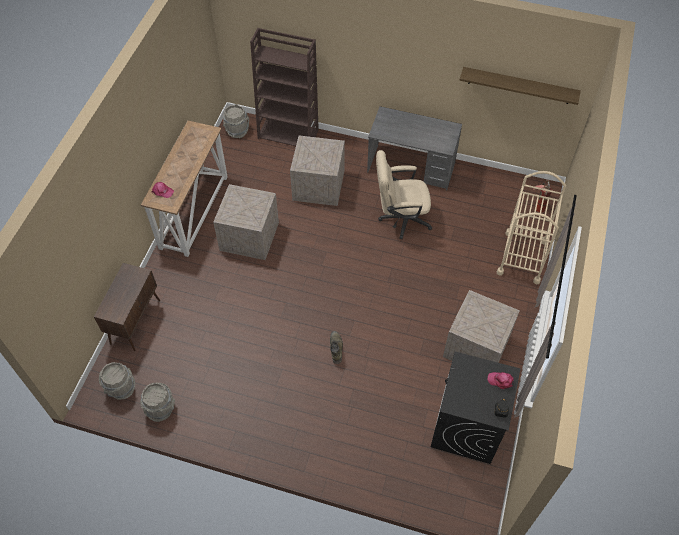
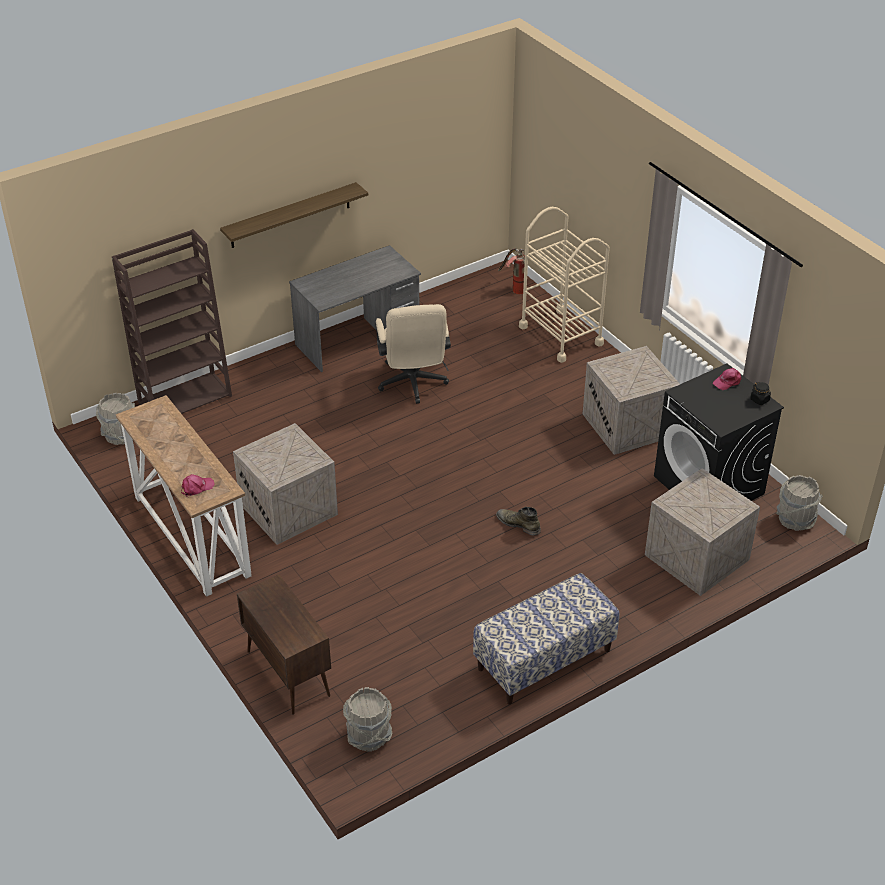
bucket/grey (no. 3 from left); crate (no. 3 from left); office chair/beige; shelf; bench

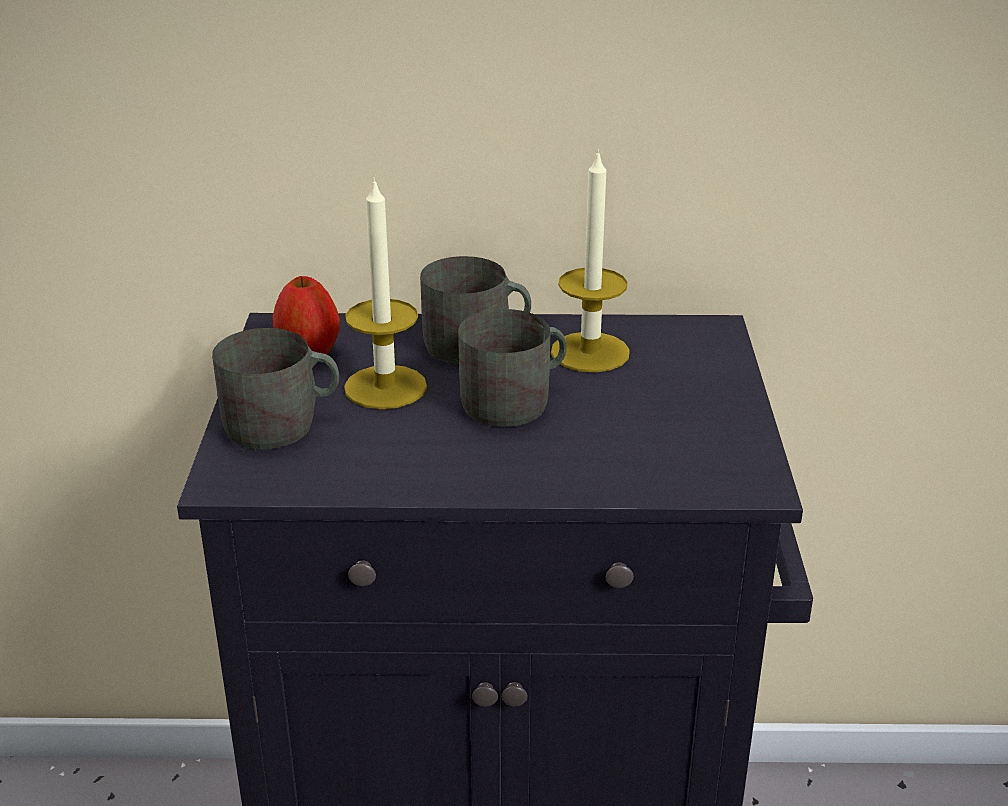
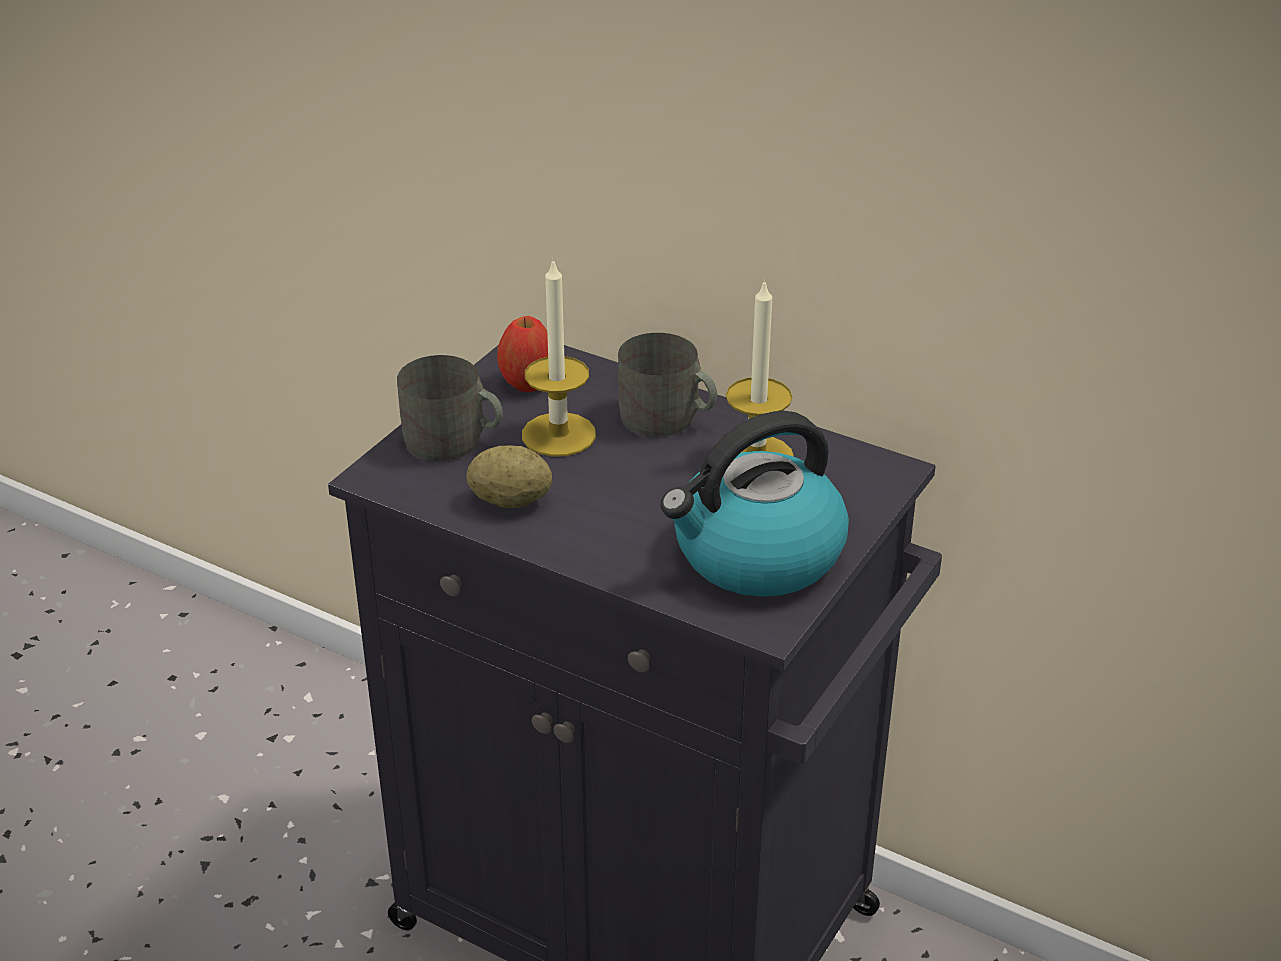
mug/grey (no. 3 from left in the first image); potato; kettle

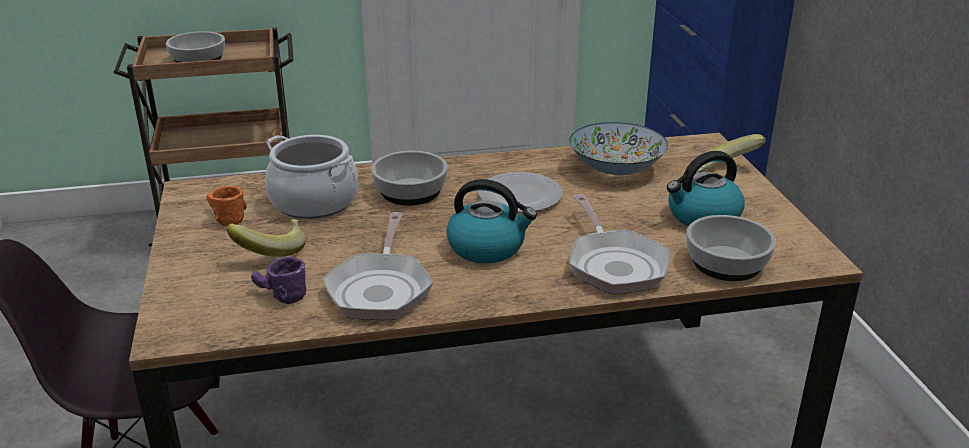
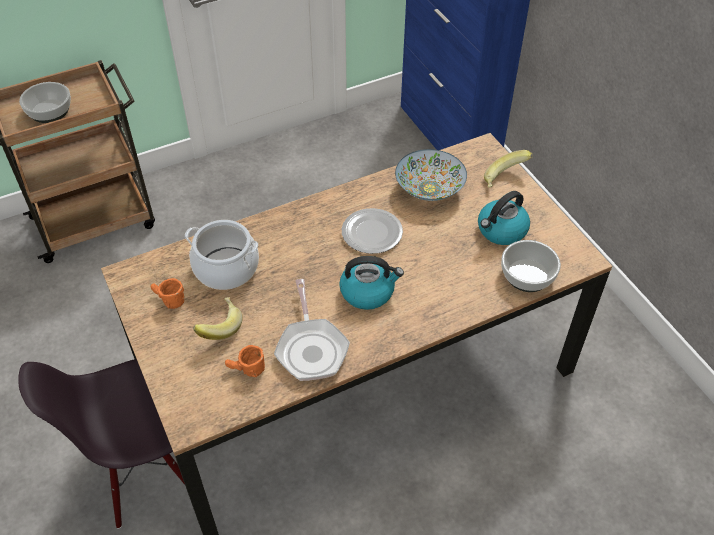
mug/orange (no. 2 from left); bowl (no. 2 from left in the first image); frying pan (no. 2 from left in the first image)

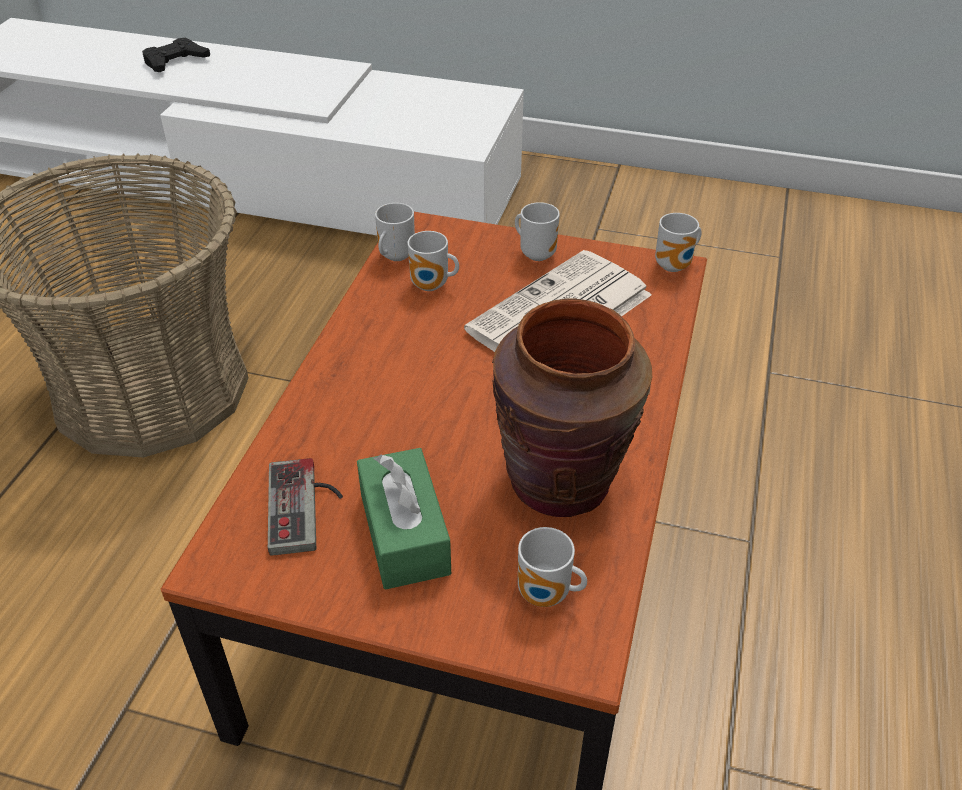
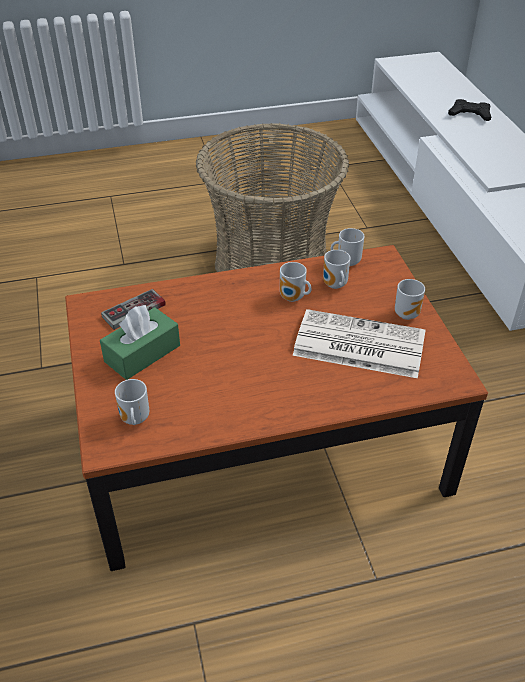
vase/brown; mug (no. 2 from left)

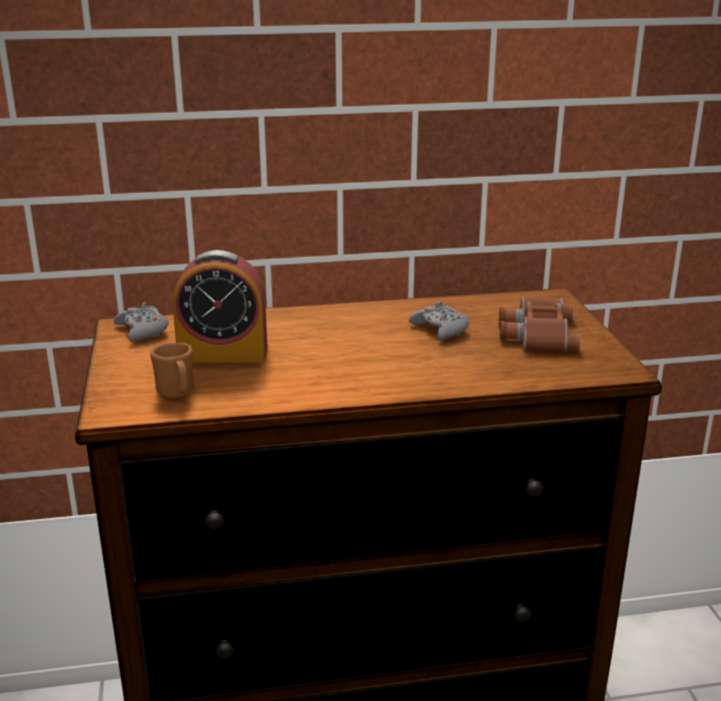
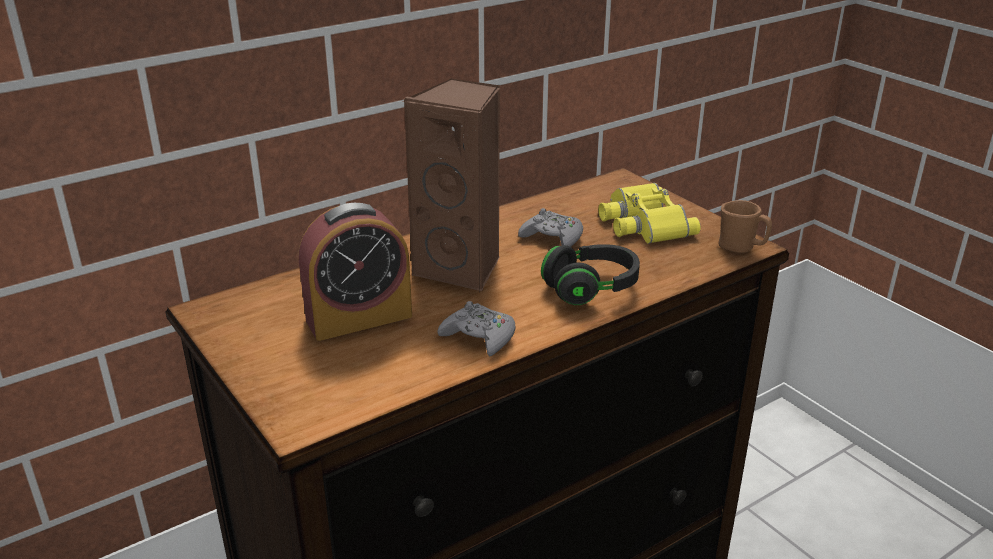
game controller/grey (no. 1 from left); mug/brown; binoculars/yellow; speaker/brown; headphones/black

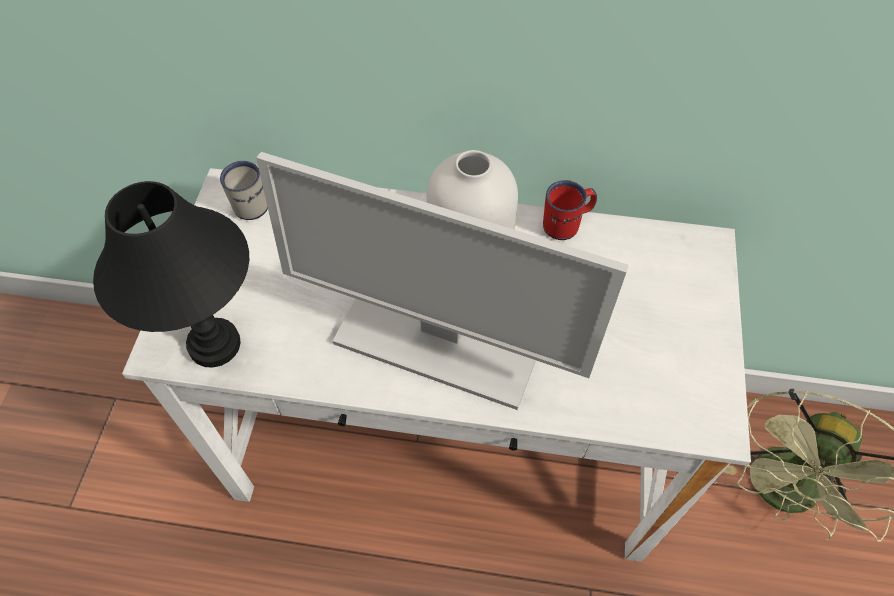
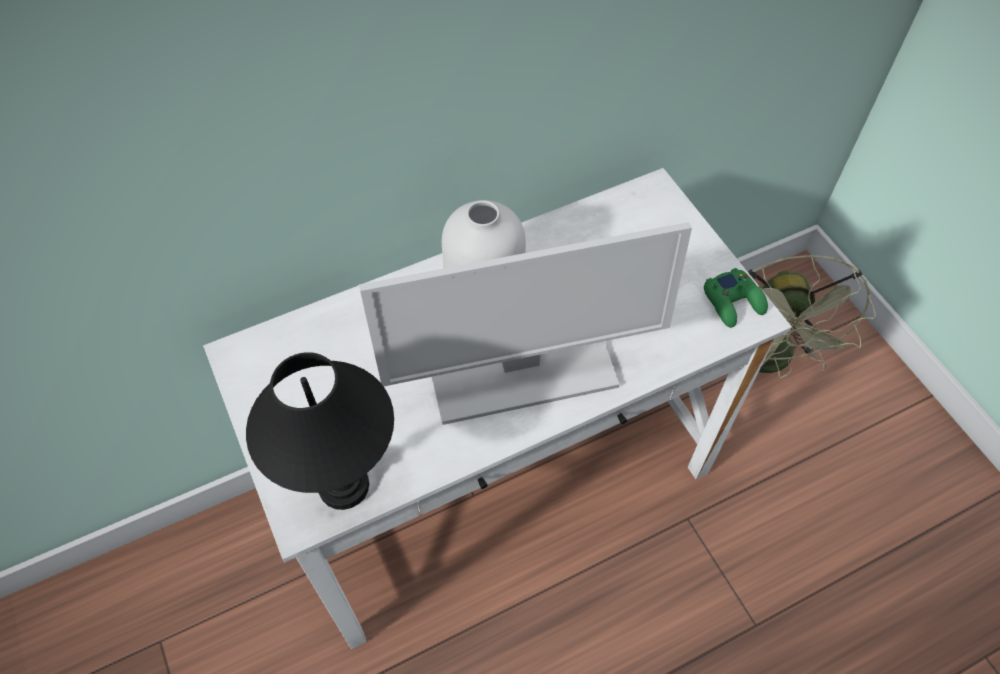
mug/white; mug/red; game controller/green

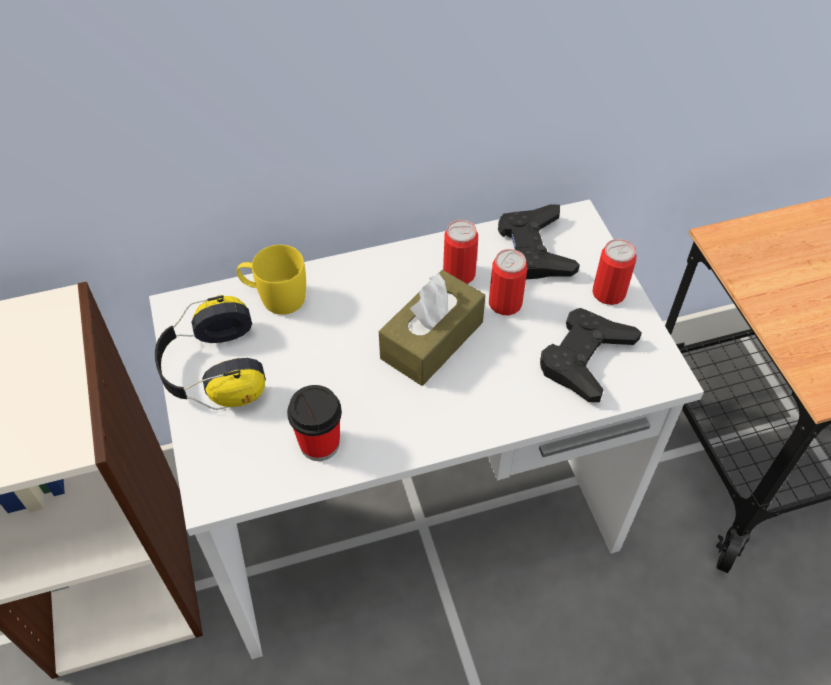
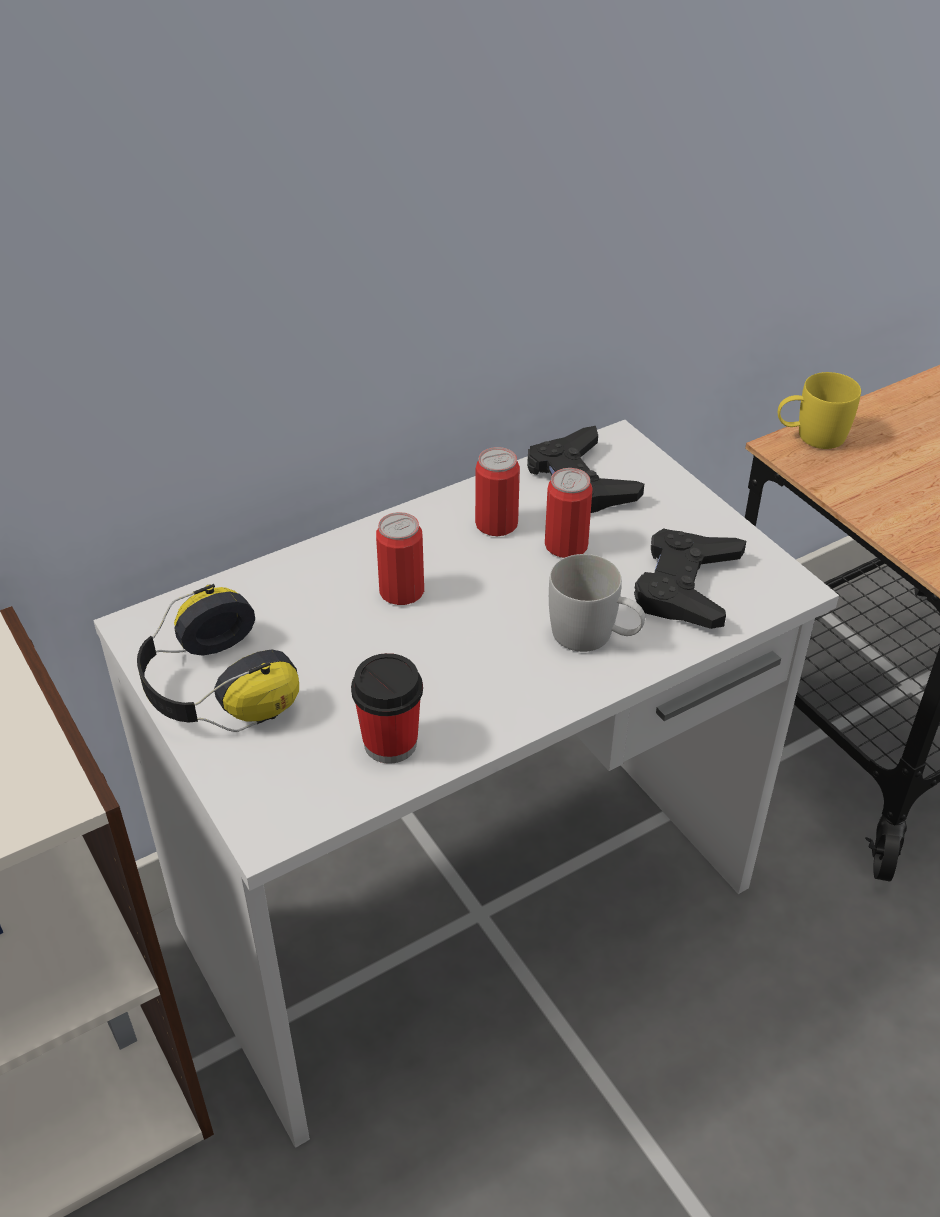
mug/yellow; tissue box/brown; can (no. 1 from left); mug/white

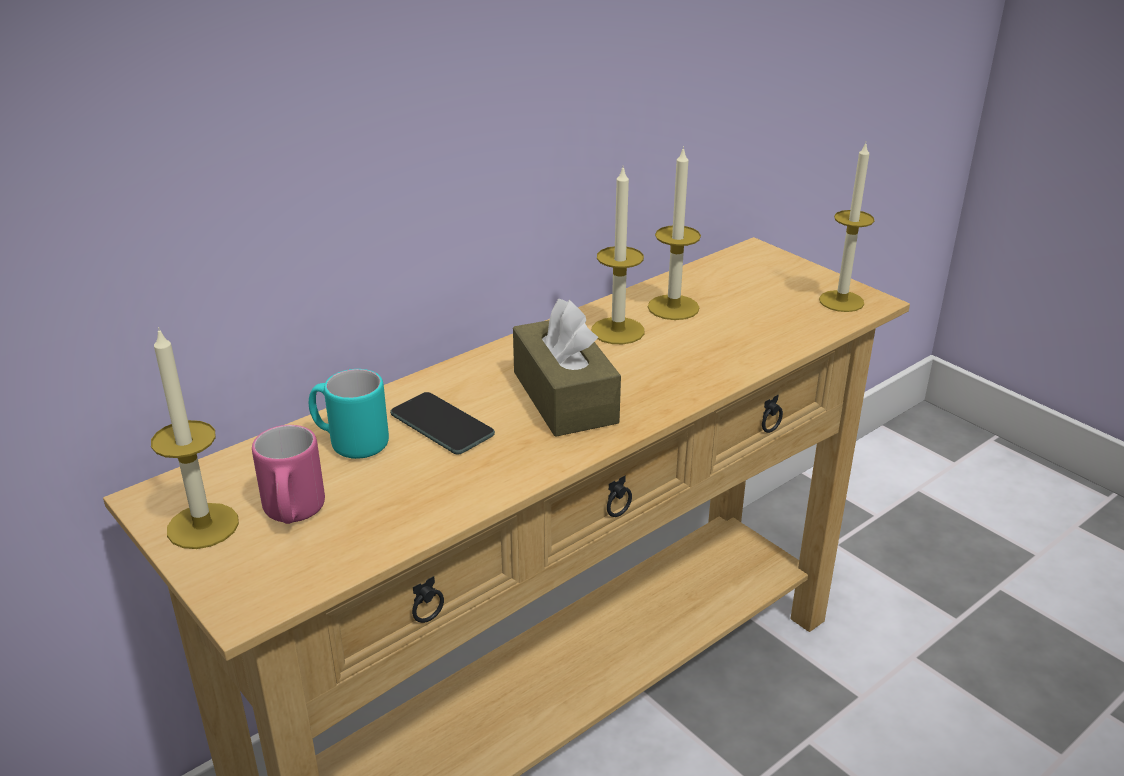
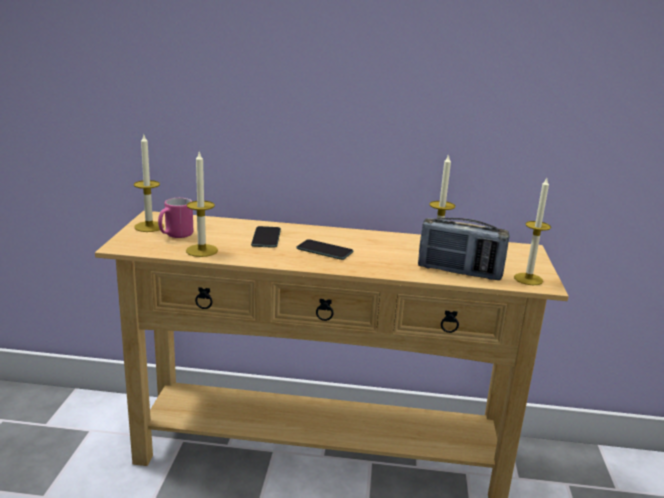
mug/turquoise; phone (no. 2 from left); candle (no. 2 from left); radio

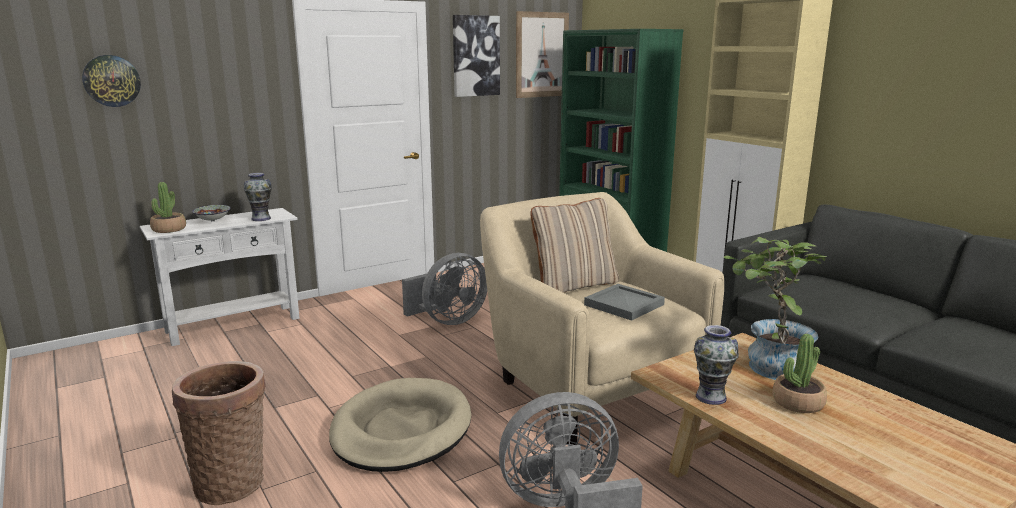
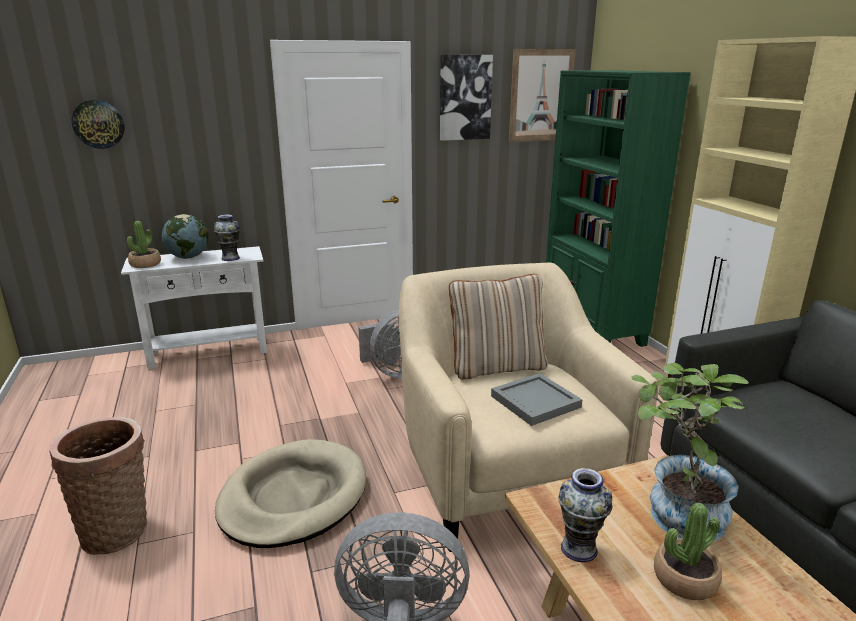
globe

